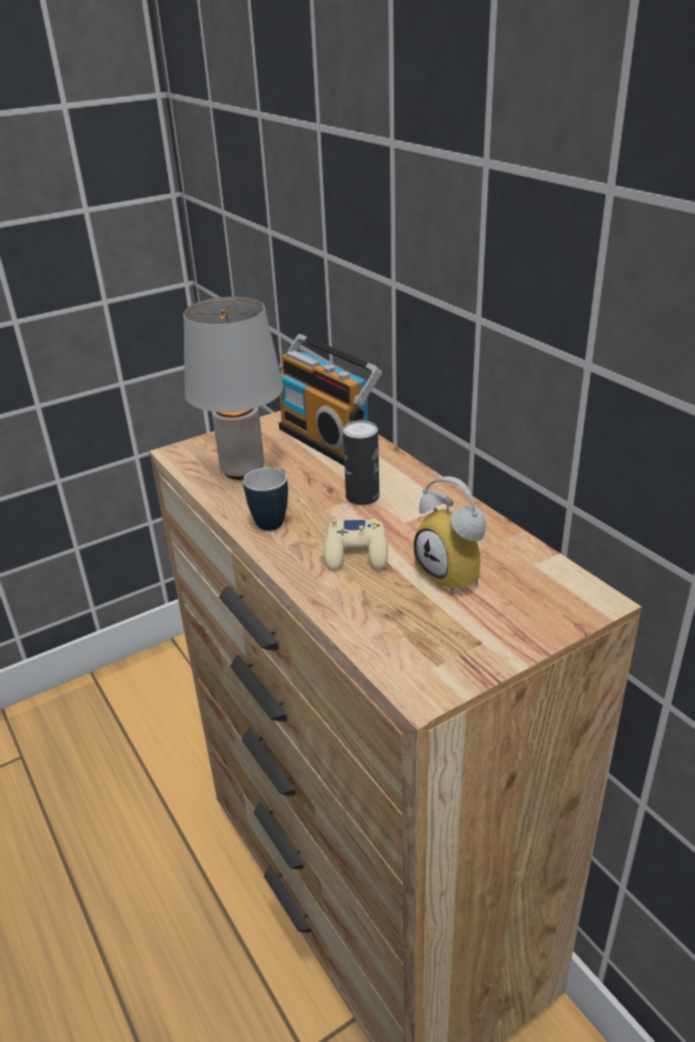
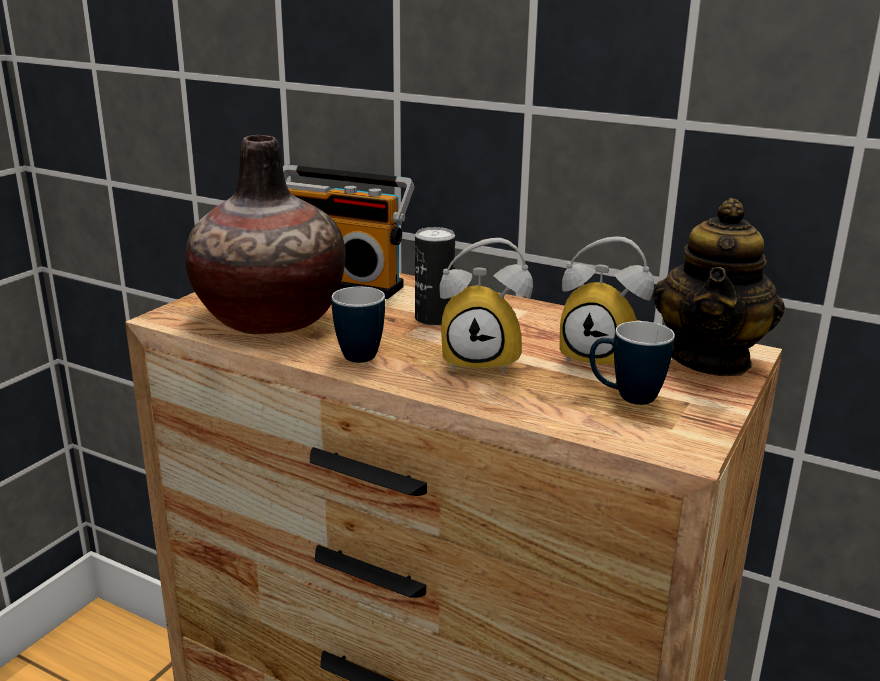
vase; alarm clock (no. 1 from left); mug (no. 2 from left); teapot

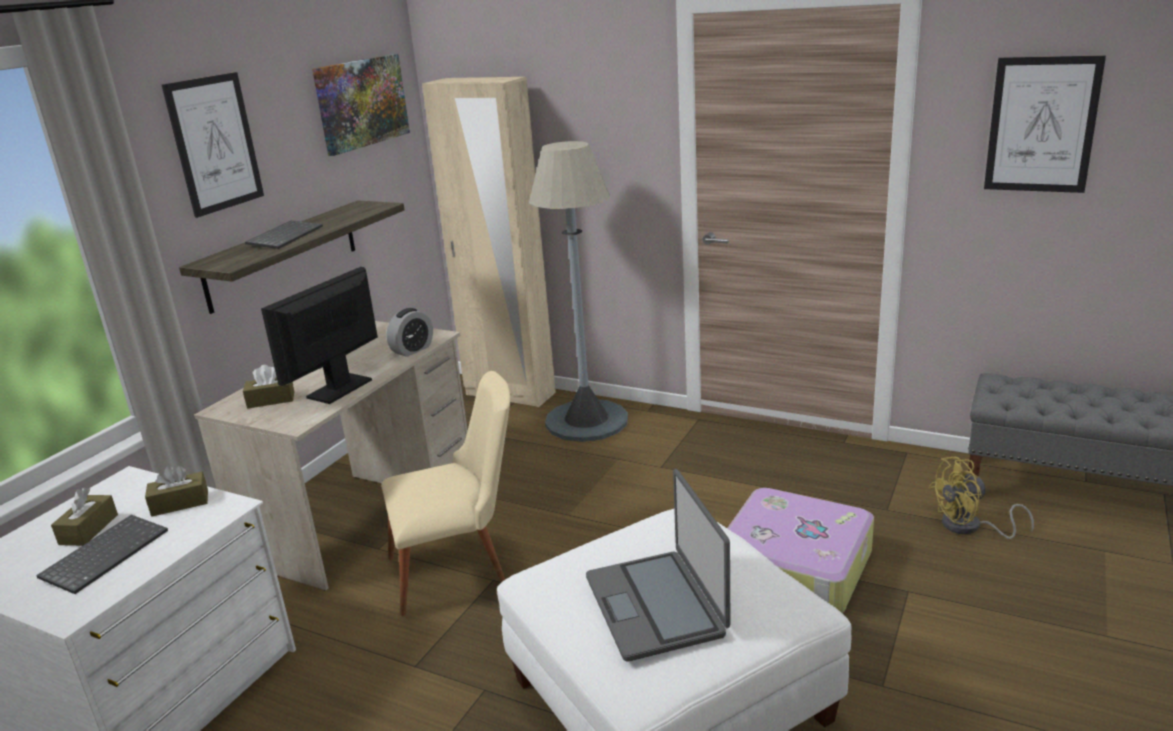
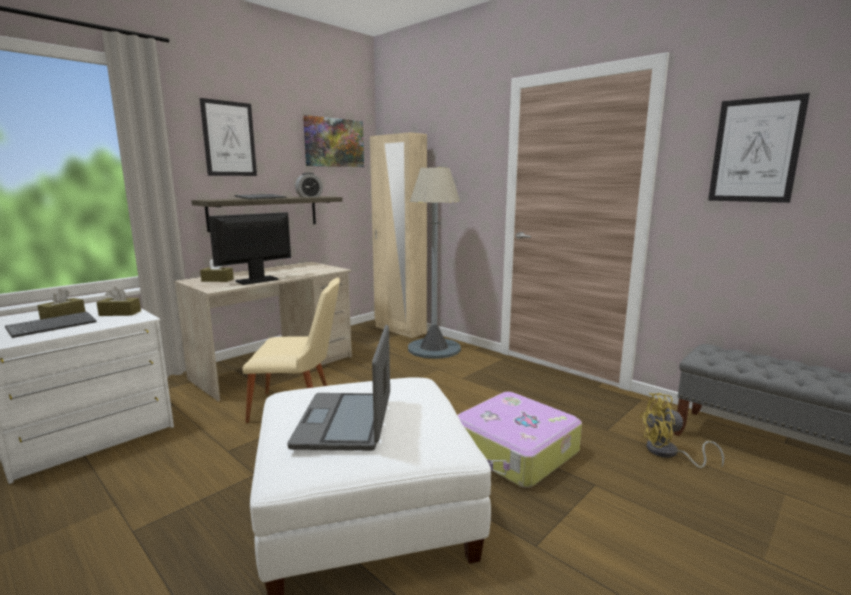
alarm clock

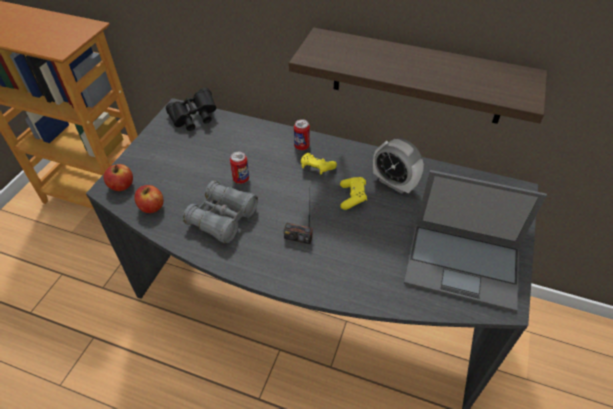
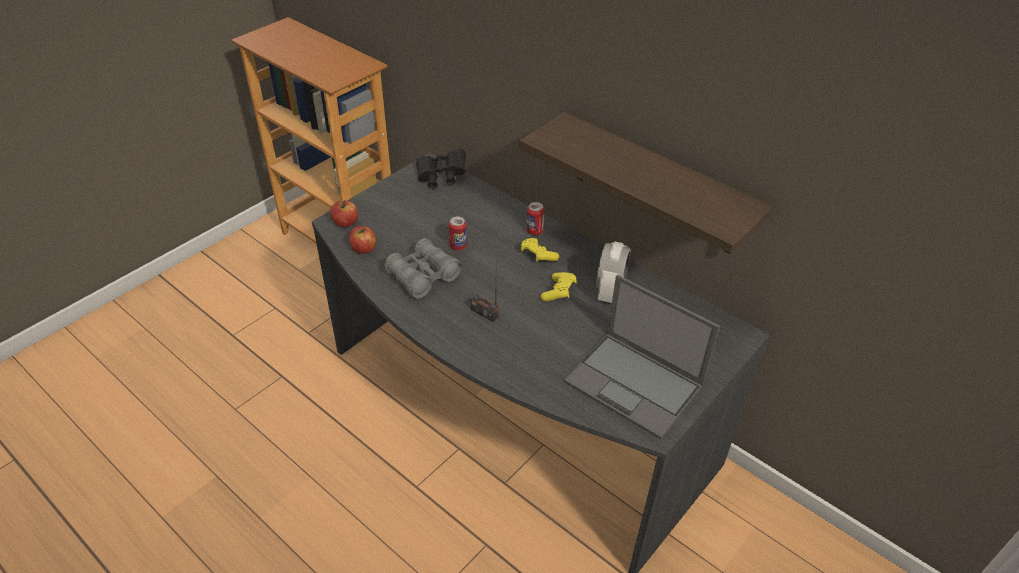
alarm clock

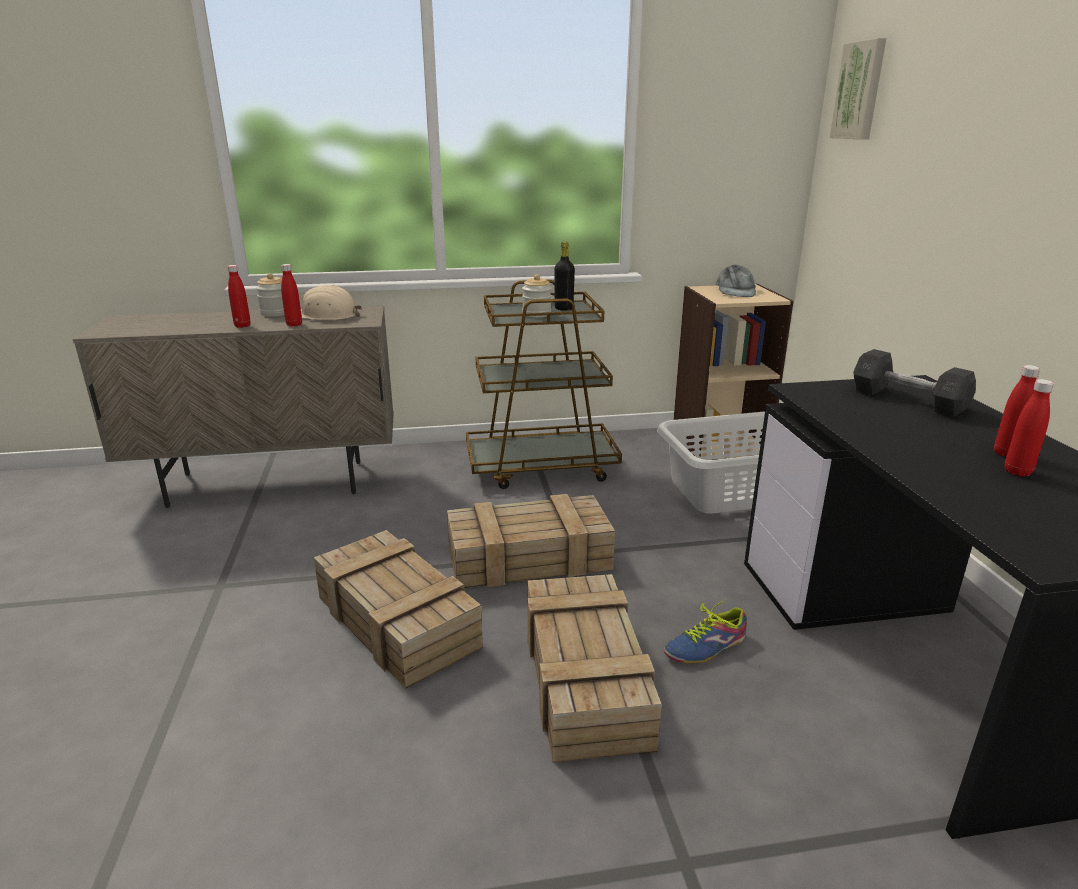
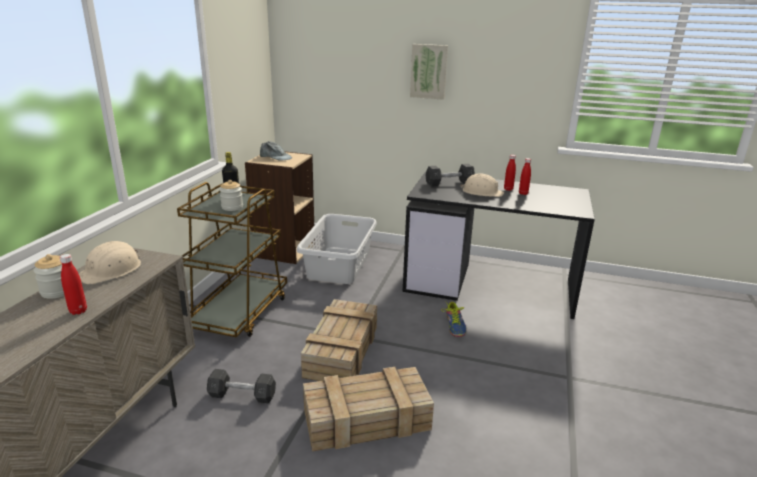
bottle/red (no. 2 from left in the first image); crate (no. 3 from left in the first image); picture; dumbbell/grey (no. 1 from left); hard hat/beige (no. 2 from left)

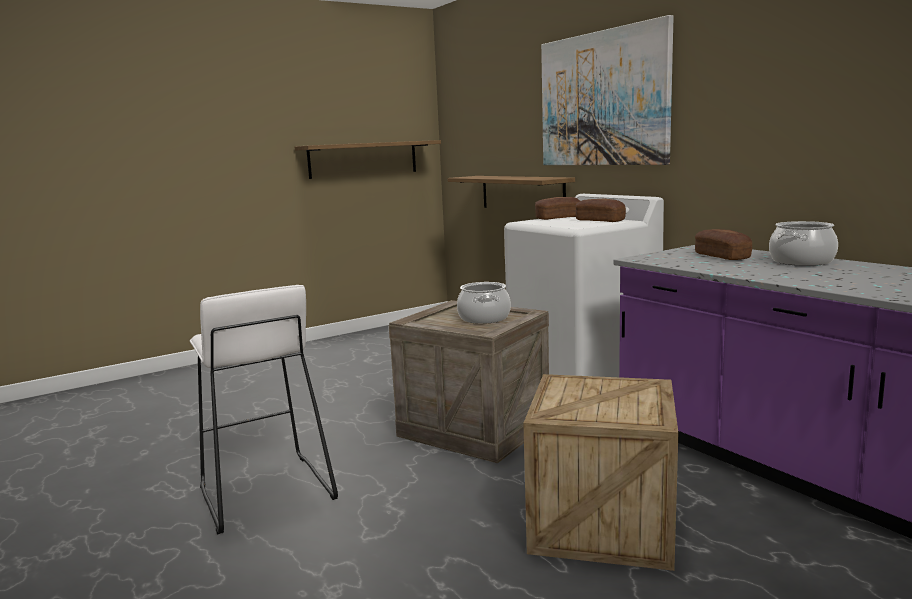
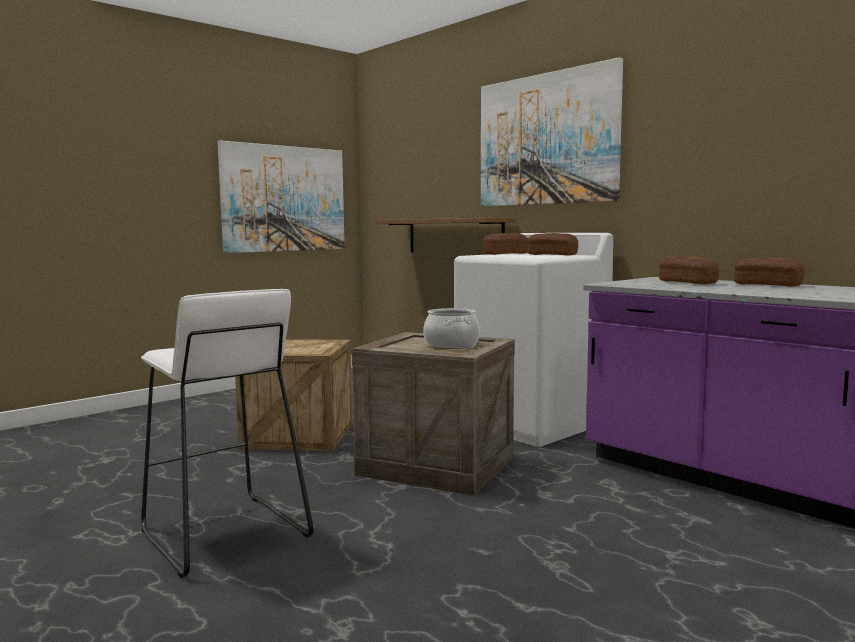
picture (no. 1 from left); crate (no. 1 from left); bread (no. 4 from left)

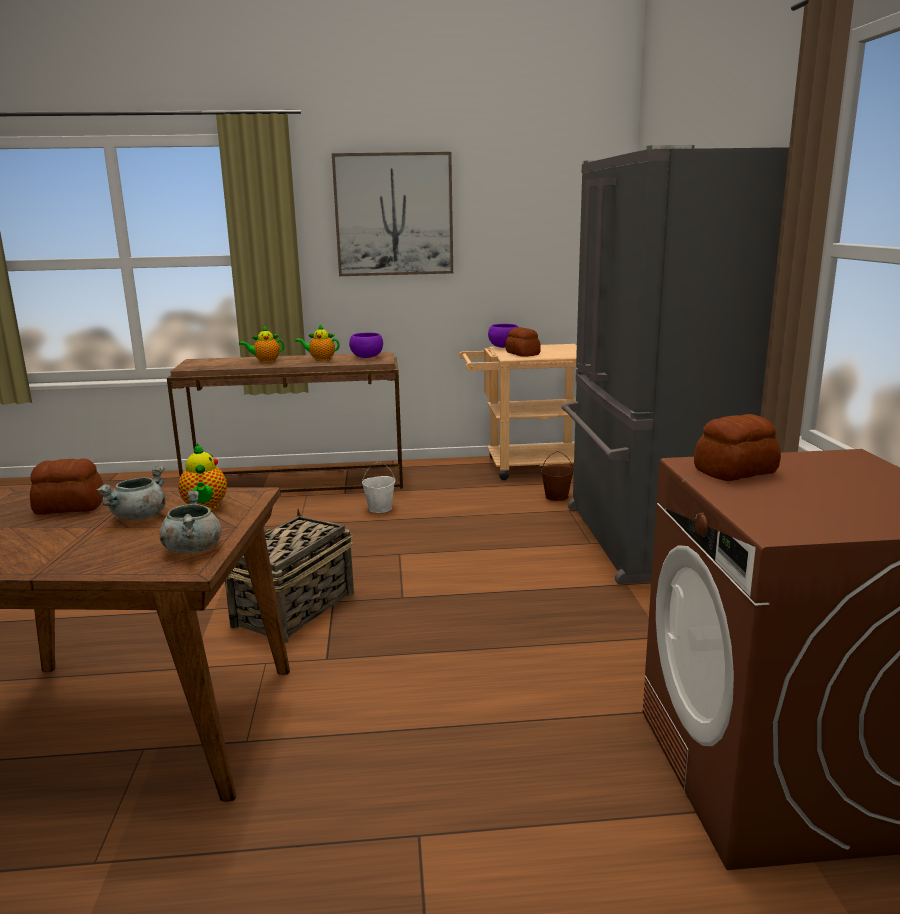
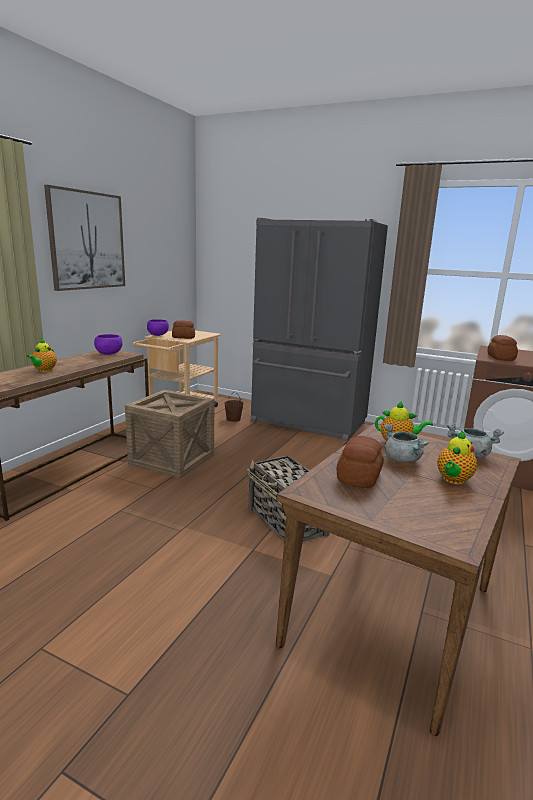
teapot (no. 3 from left); crate

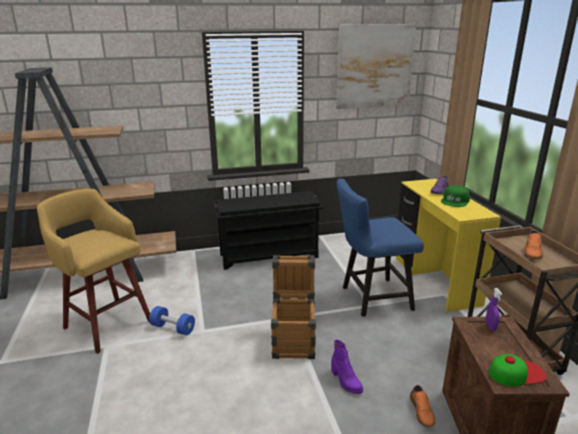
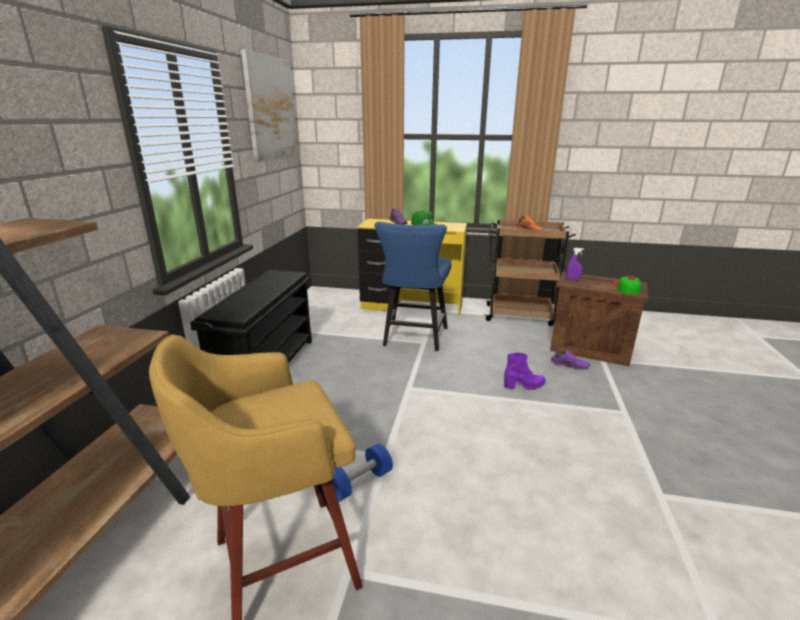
crate (no. 1 from left in the first image); shoe/purple (no. 2 from left)

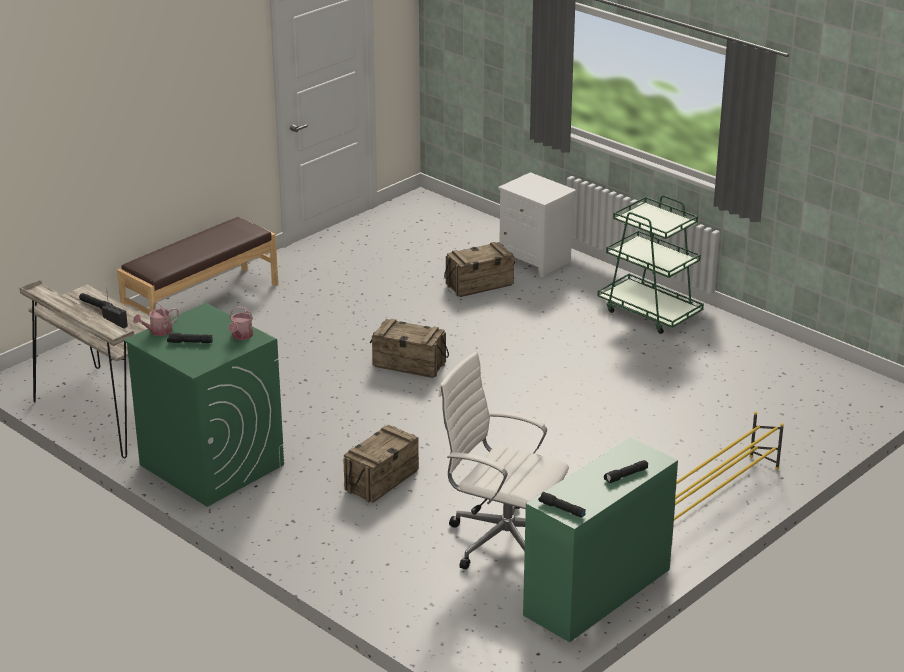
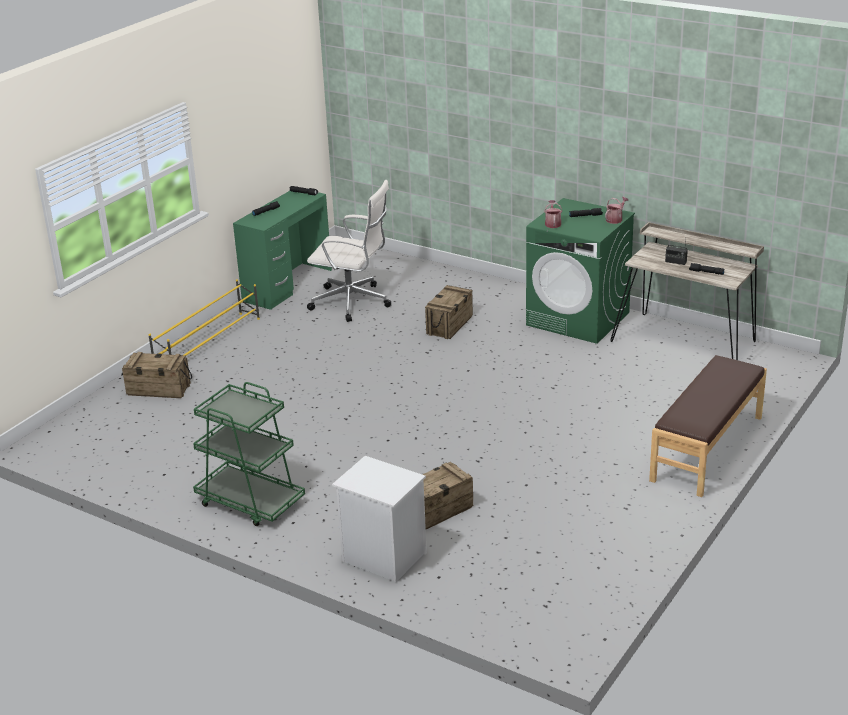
crate (no. 1 from left)

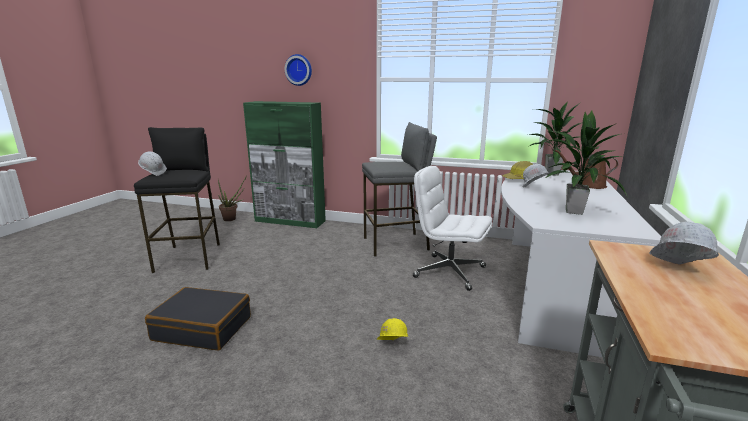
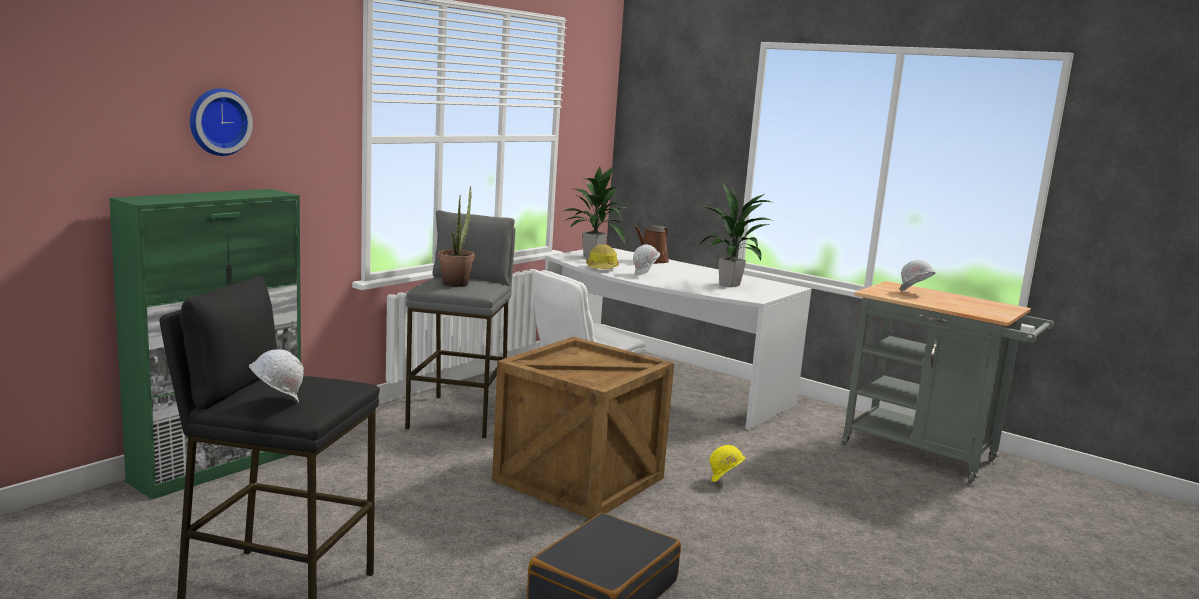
potted plant (no. 1 from left); crate

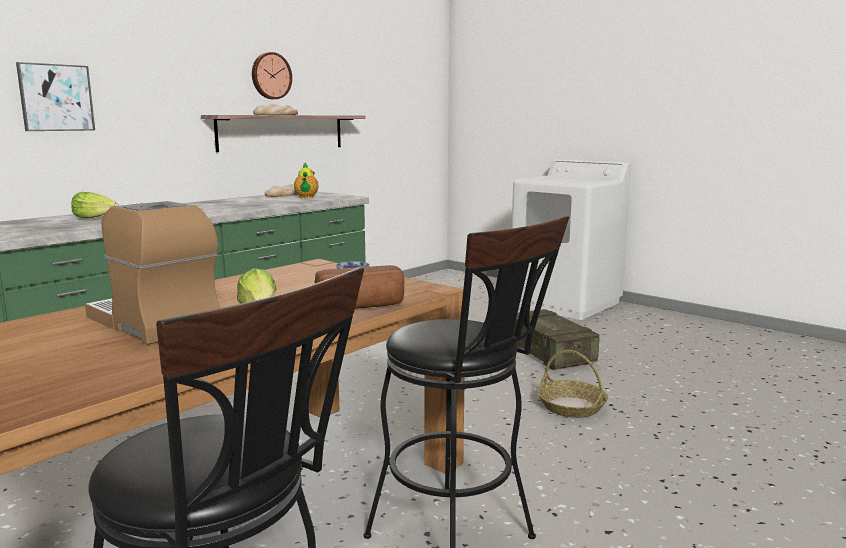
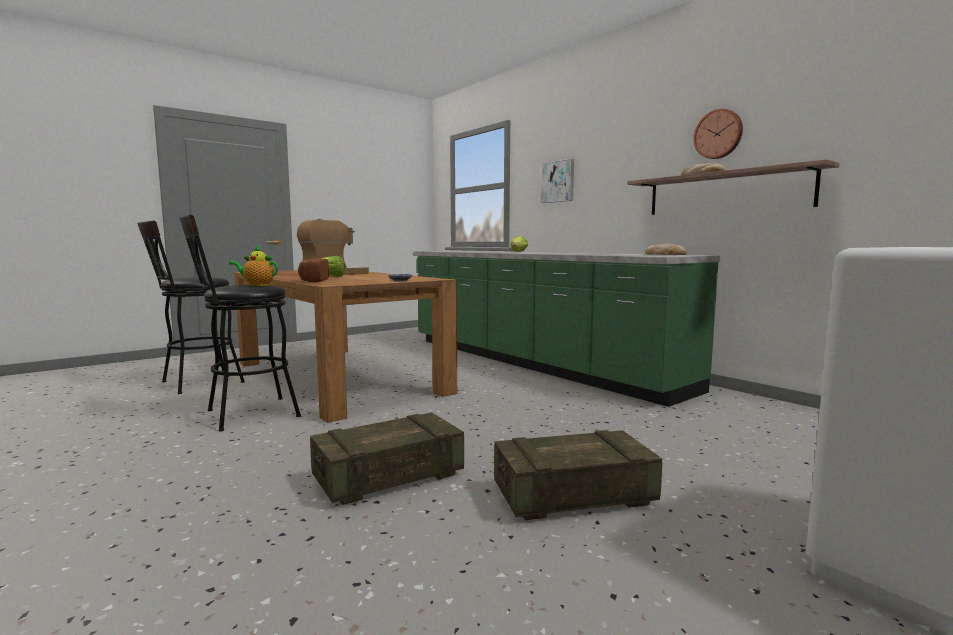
teapot; crate (no. 1 from left)

